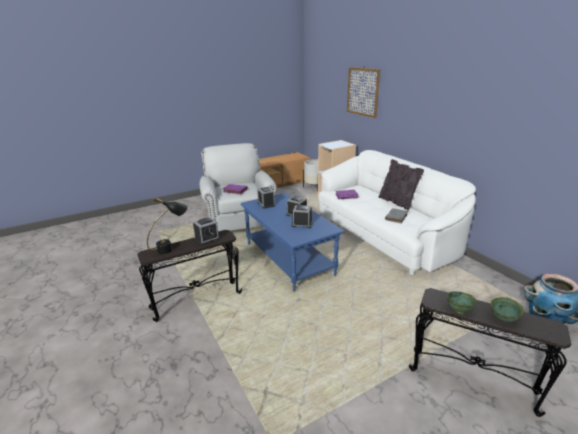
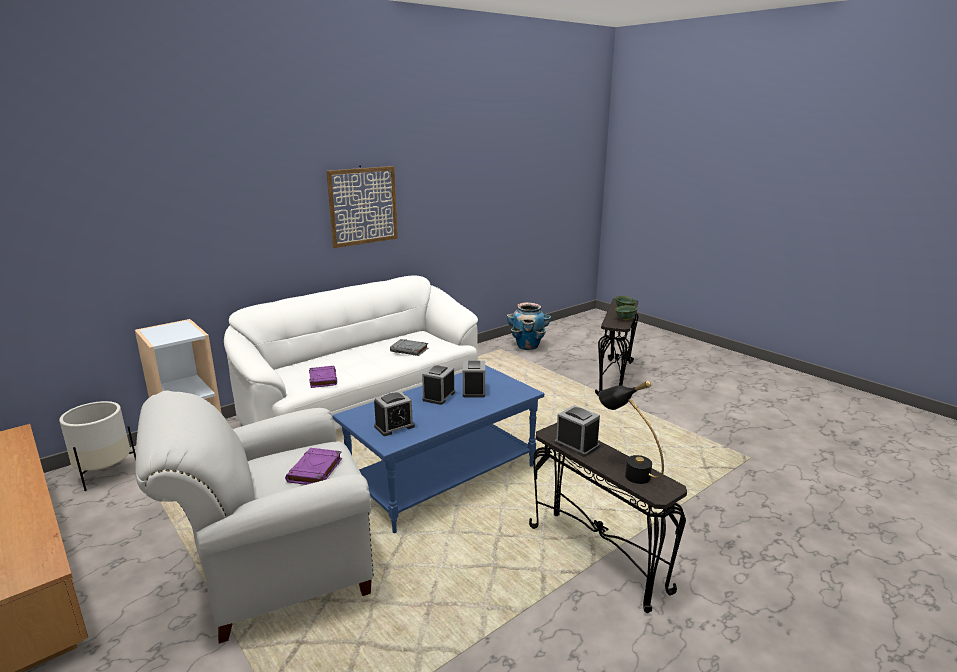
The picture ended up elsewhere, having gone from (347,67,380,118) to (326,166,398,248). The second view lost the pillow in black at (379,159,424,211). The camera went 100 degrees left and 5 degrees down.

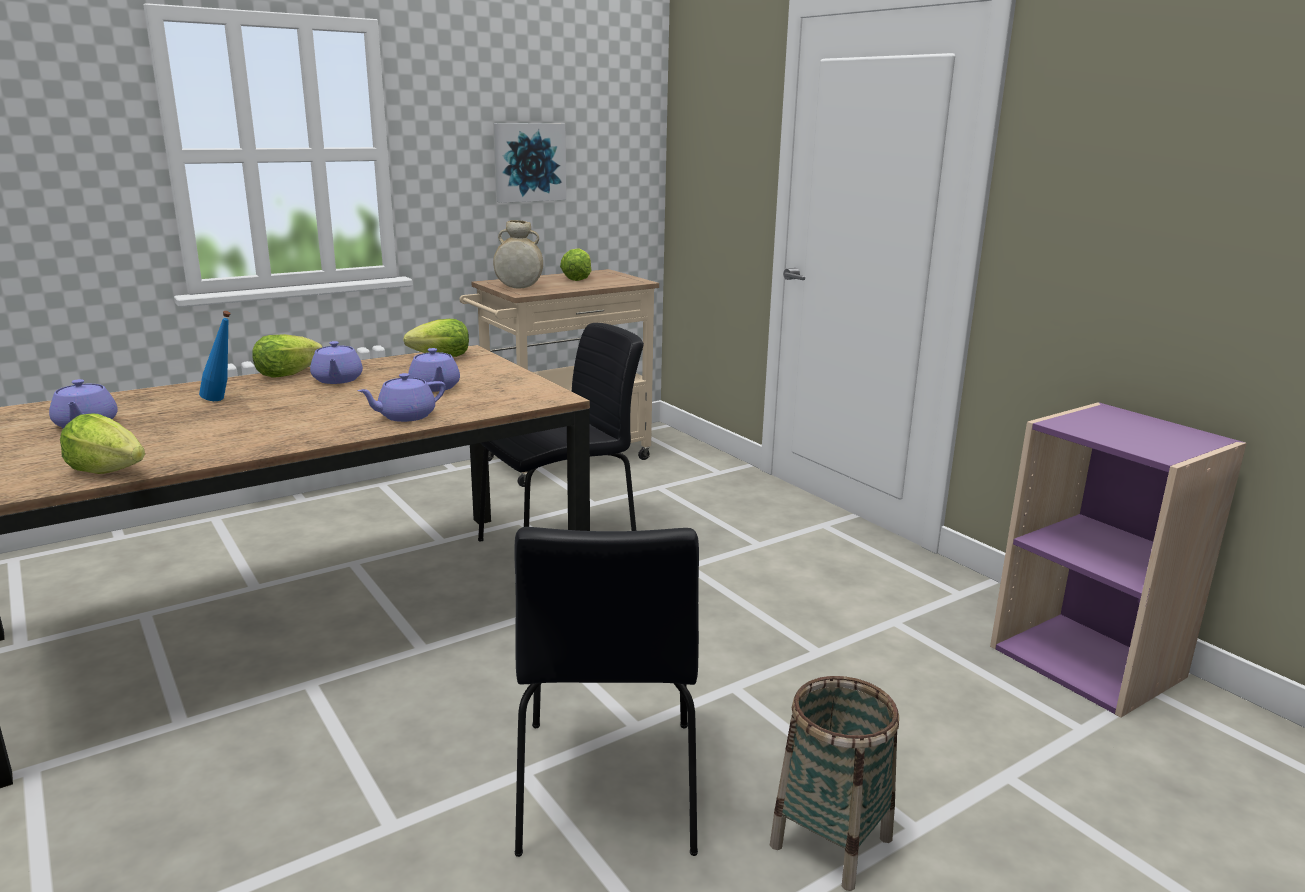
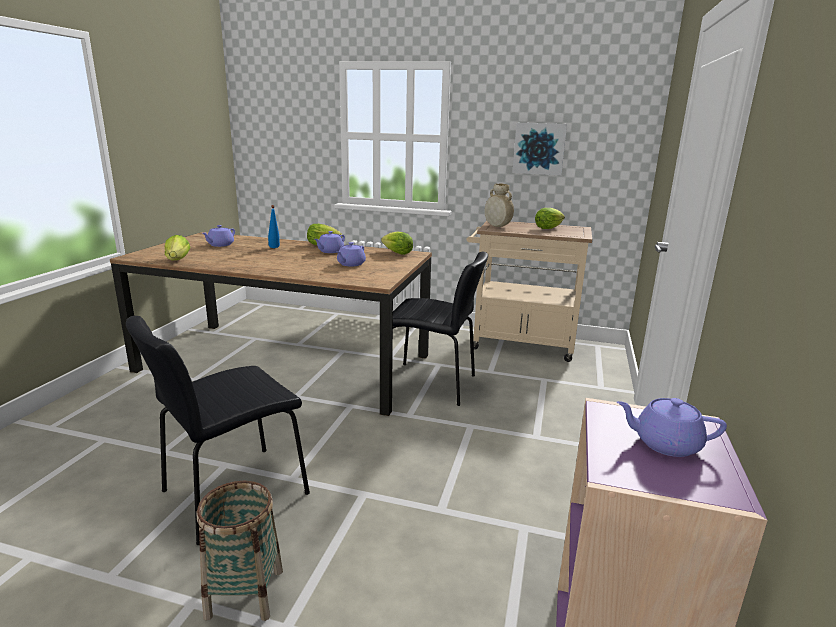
The teapot in purple ended up elsewhere, having gone from (357,373,445,422) to (617,398,727,457). The camera went 50 degrees right and 0 degrees up.

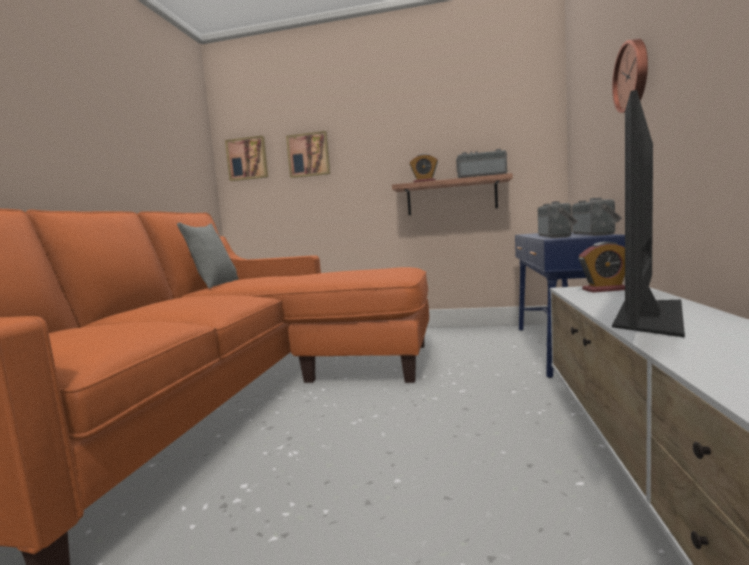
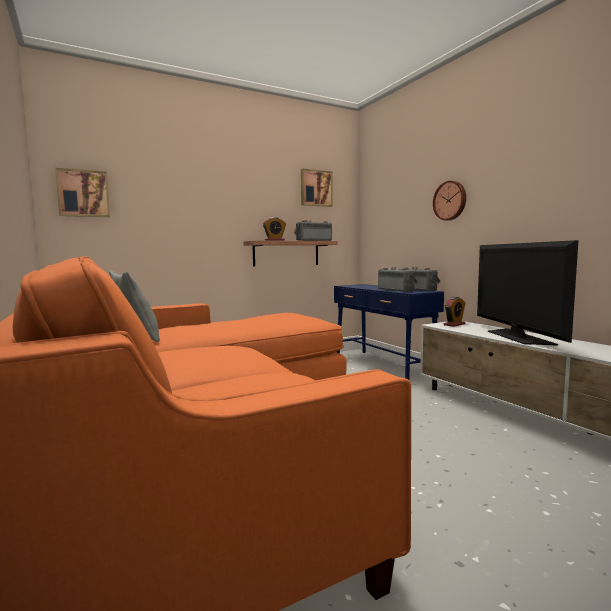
The picture ended up elsewhere, having gone from (286,131,330,178) to (301,169,333,207). The camera went 40 degrees left and 0 degrees up.

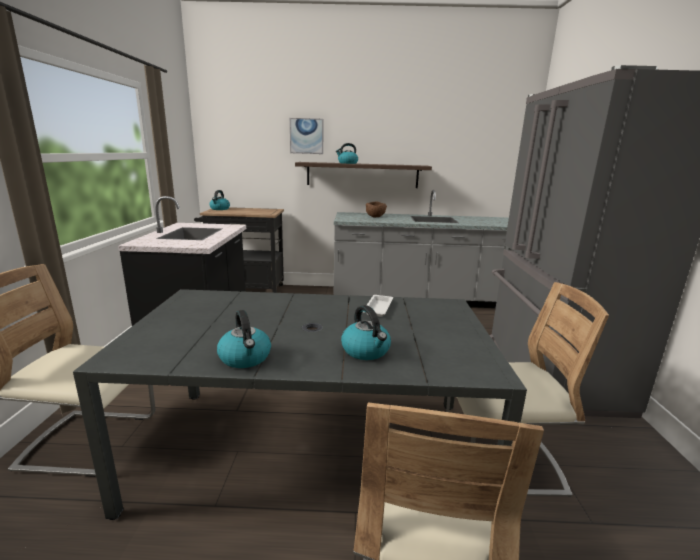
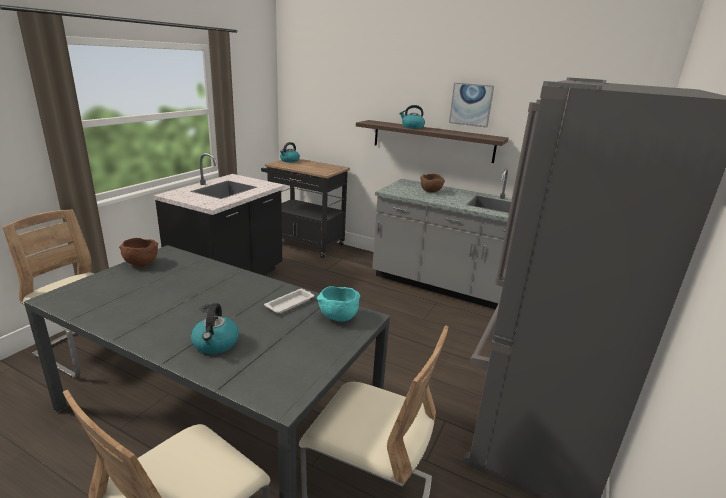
The second view gained the bowl in brown at (119,238,158,266). The second view gained the bowl in turquoise at (317,286,360,321). The picture ended up elsewhere, having gone from (290,118,323,154) to (449,82,494,128). The second view lost the kettle at (217,310,271,368). The camera went 25 degrees right and 5 degrees up.

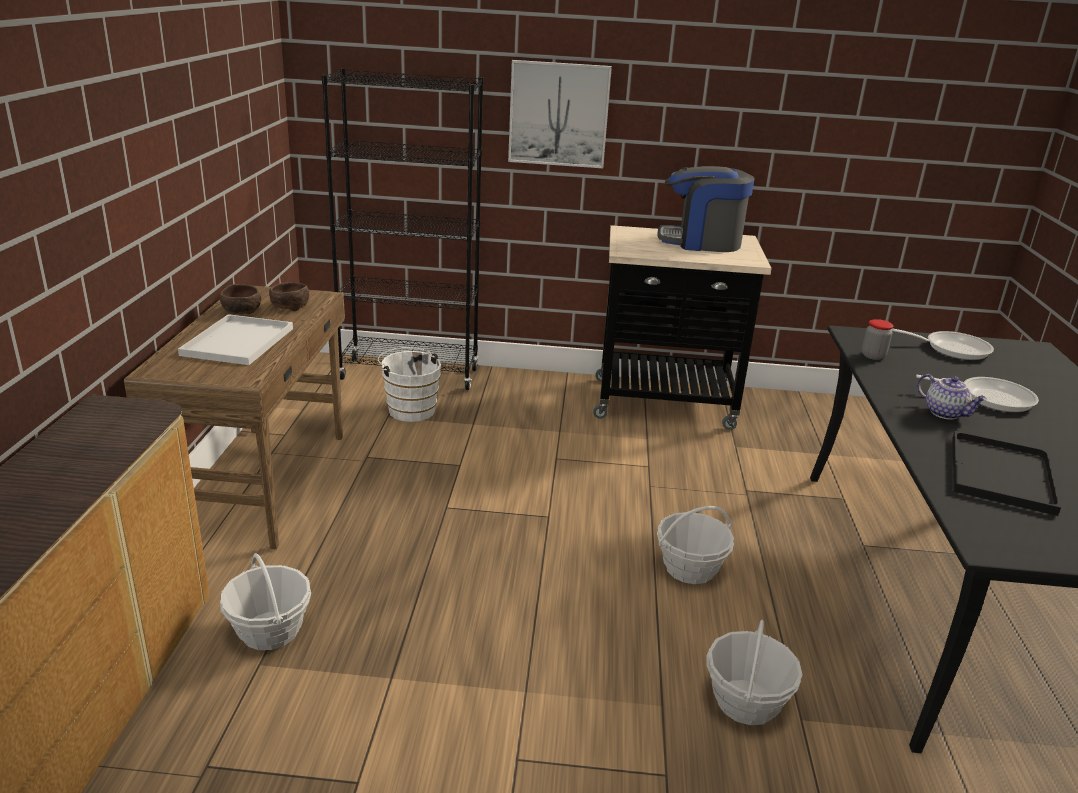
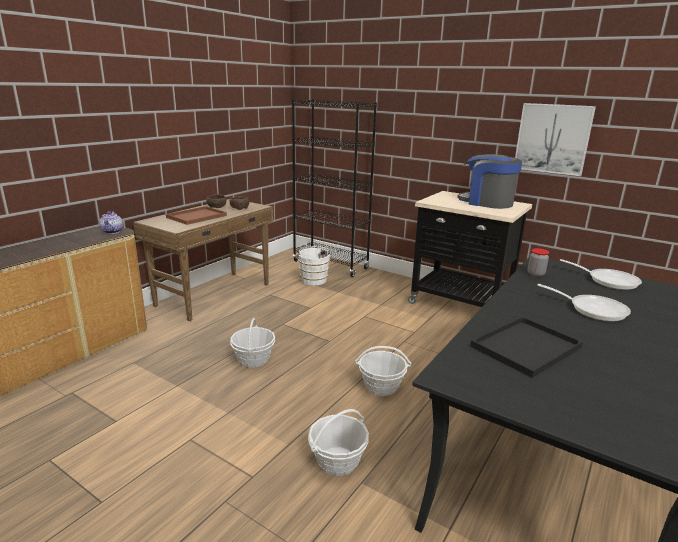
The teapot ended up elsewhere, having gone from (917,374,987,420) to (99,211,123,234). What was the tray in white at (178,314,293,365) turned into the tray in brown at (166,206,227,225). The basket ended up elsewhere, having gone from (220,553,311,650) to (230,318,275,368). The picture ended up elsewhere, having gone from (508,60,612,168) to (515,103,596,176). The camera went 30 degrees right and 5 degrees down.

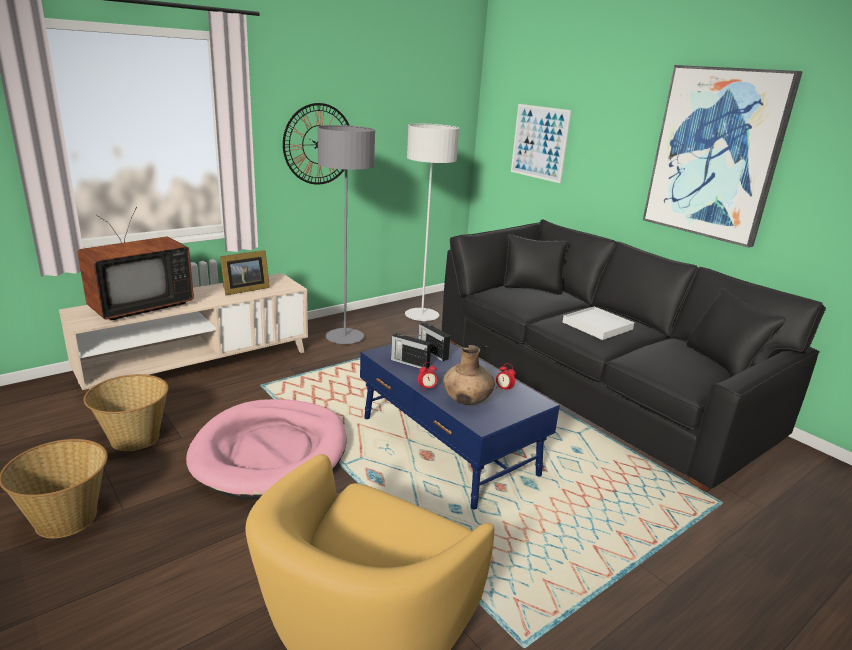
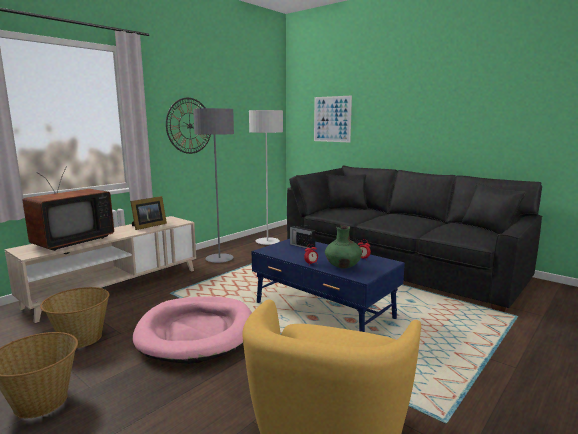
What was the vase in brown at (443,345,495,405) turned into the vase in green at (325,225,362,269). The second view lost the radio at (391,333,431,369). The second view lost the tray in white at (563,307,634,340). The second view lost the picture at (643,65,803,248). The camera went 10 degrees left and 10 degrees down.

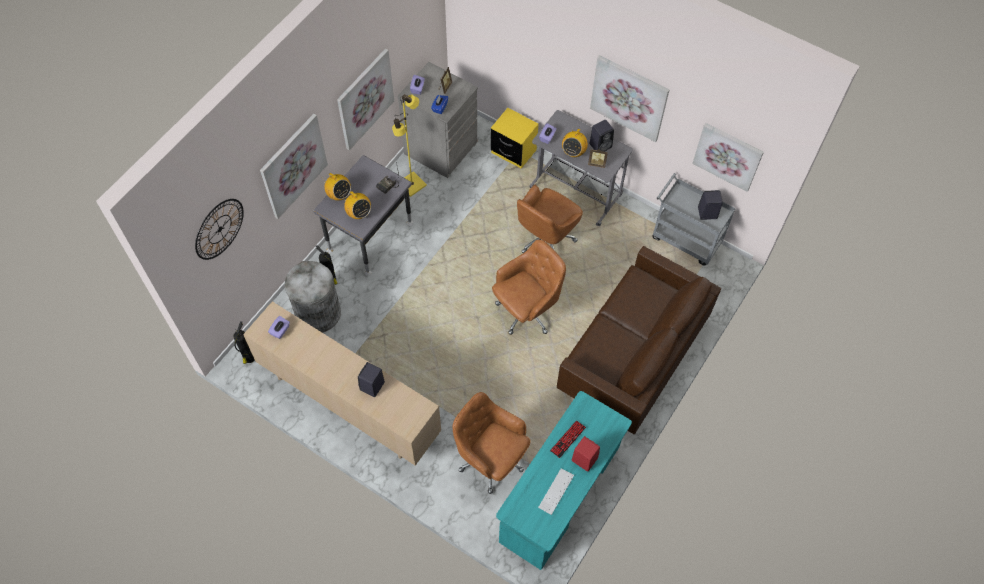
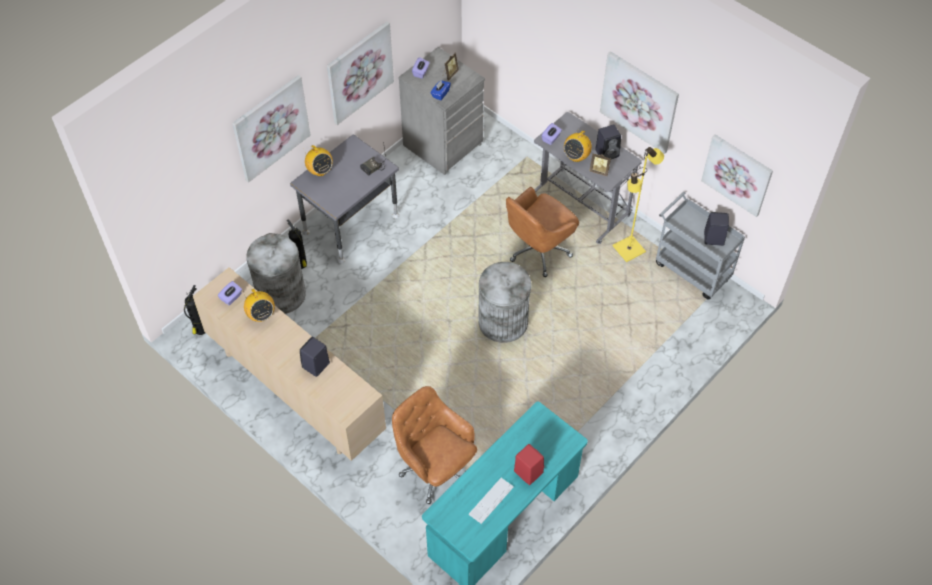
The radio ended up elsewhere, having gone from (343,191,371,219) to (243,289,275,322). Where the office chair in brown stood at (492,240,566,335), the trash can in grey came to stand at (478,262,532,343). The floor lamp in yellow ended up elsewhere, having gone from (392,94,427,197) to (613,147,664,262). The second view lost the wall clock at (195,199,244,260). The second view lost the nightstand in yellow at (491,108,539,168). The second view lost the keyboard at (550,420,586,458). The second view lost the sofa in brown at (557,246,721,434). The camera went 10 degrees right and 5 degrees down.

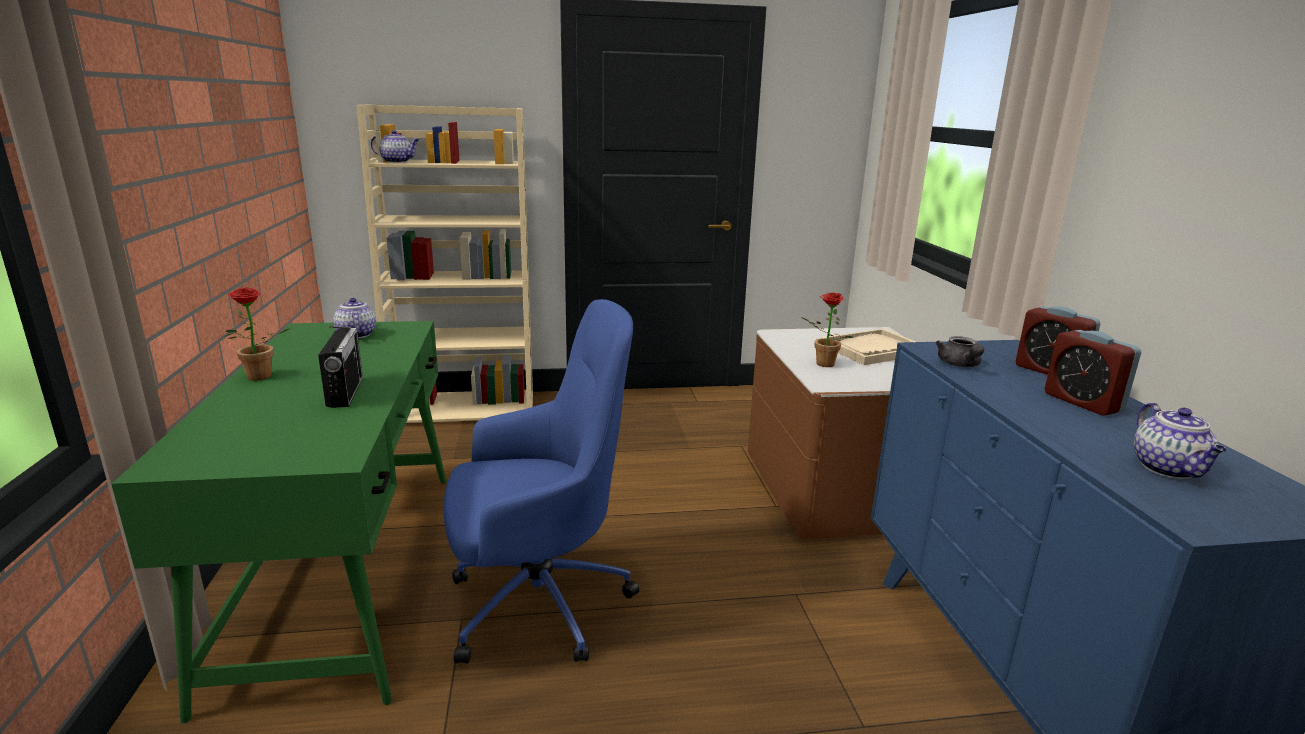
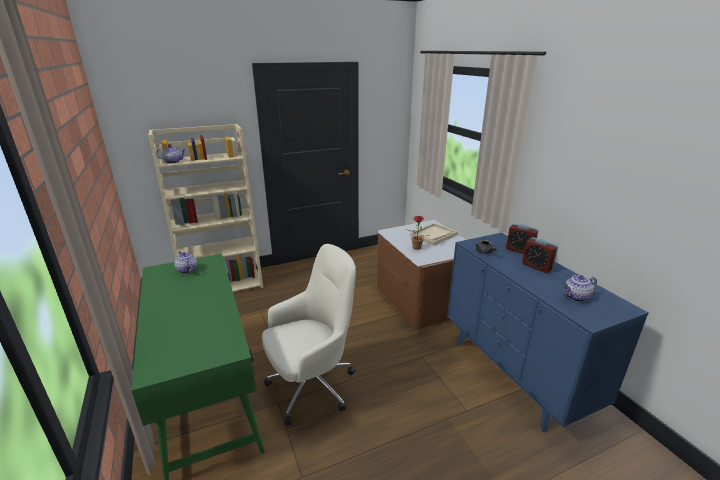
What was the office chair in blue at (444,299,639,664) turned into the office chair in beige at (262,244,356,426). The teapot at (1134,402,1227,479) ended up facing another way, 90 degrees clockwise from before. The second view lost the potted plant at (224,287,289,381). The second view lost the radio at (318,326,363,408). The camera went 15 degrees left and 5 degrees up.

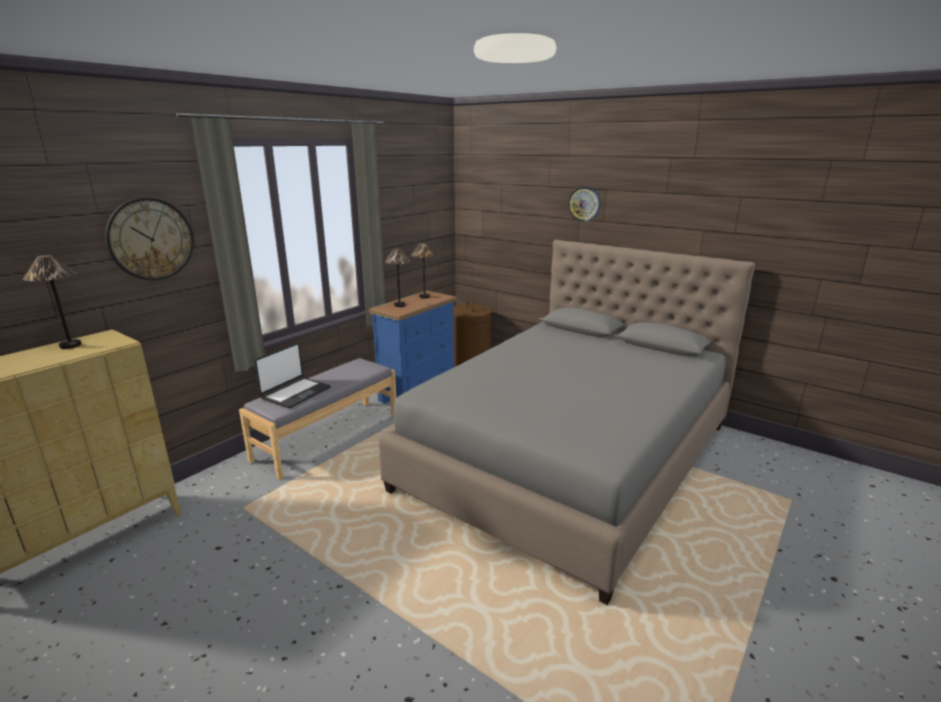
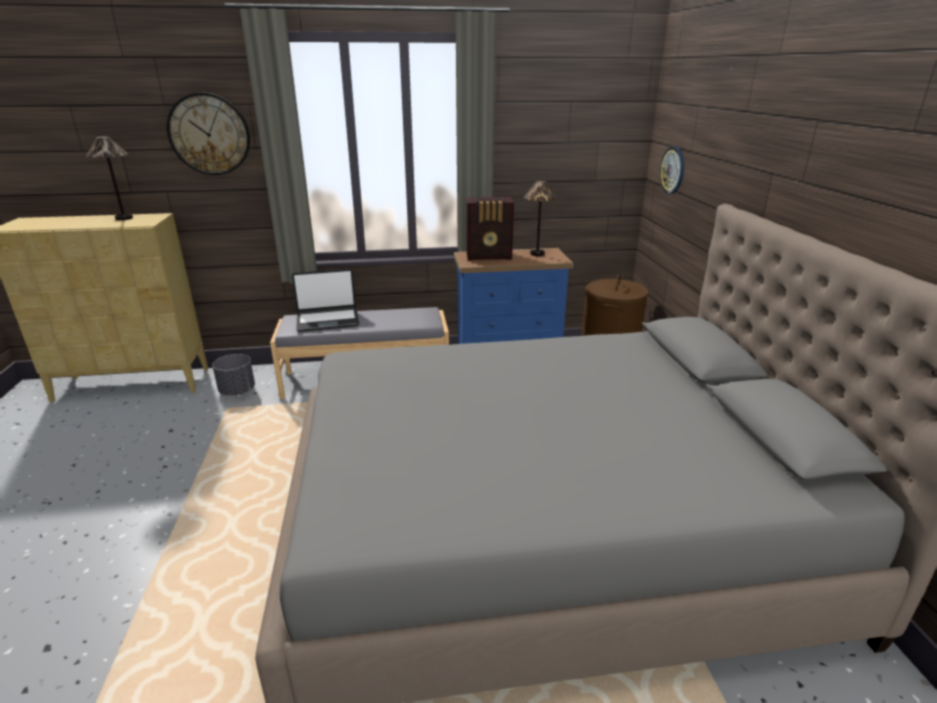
The second view gained the planter in grey at (212,354,255,395). Where the table lamp stood at (384,249,411,307), the radio came to stand at (466,197,514,261). The wall clock ended up elsewhere, having gone from (568,186,600,222) to (659,146,684,194). The camera went 45 degrees right and 5 degrees up.

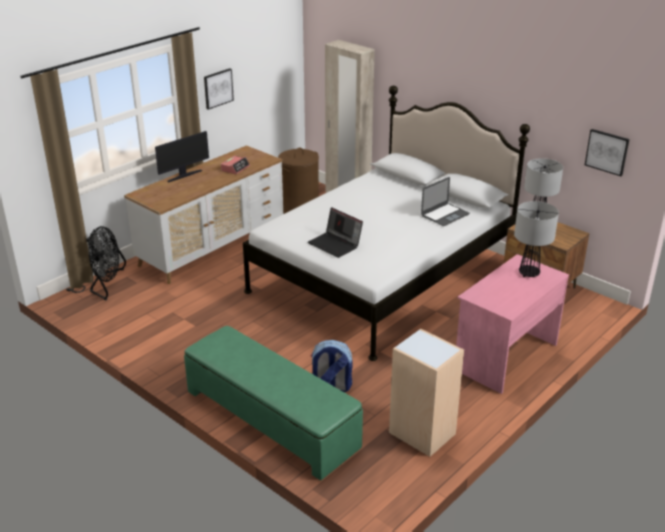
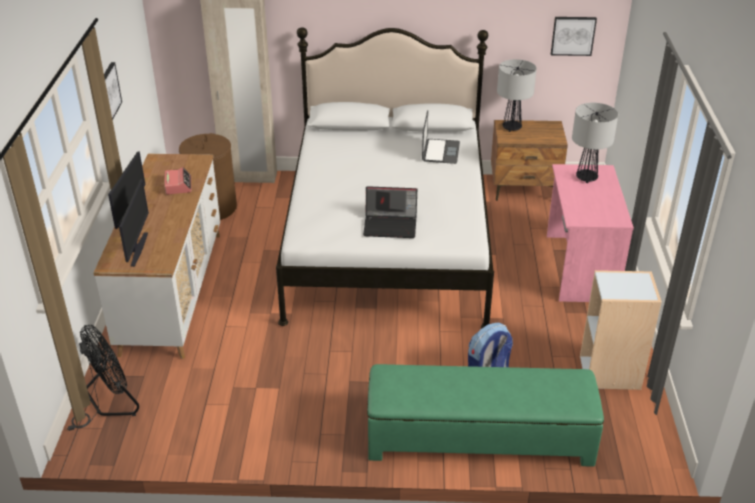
The second view gained the monitor at (119,179,149,267). The camera went 40 degrees left and 5 degrees up.

